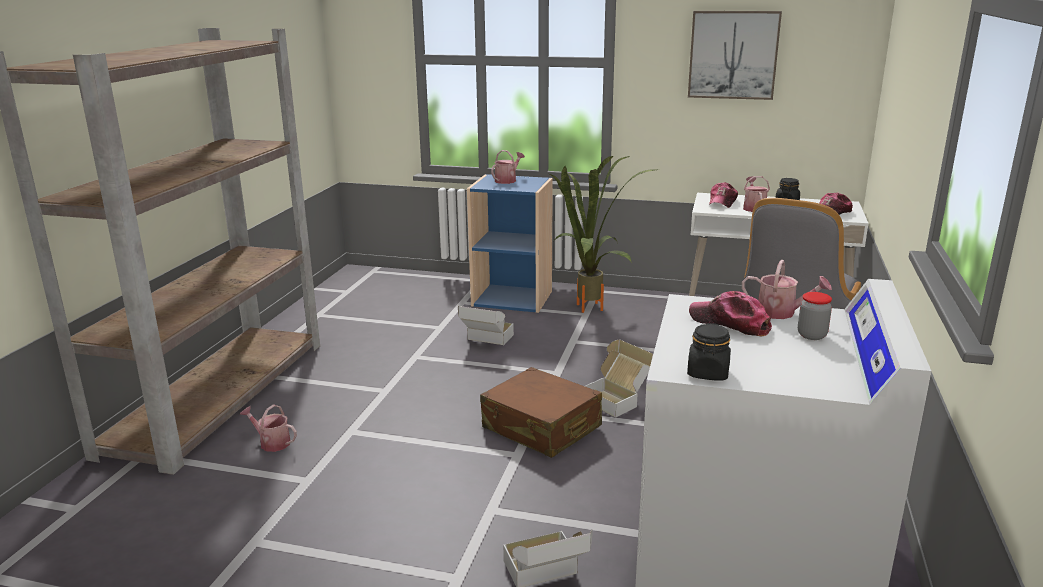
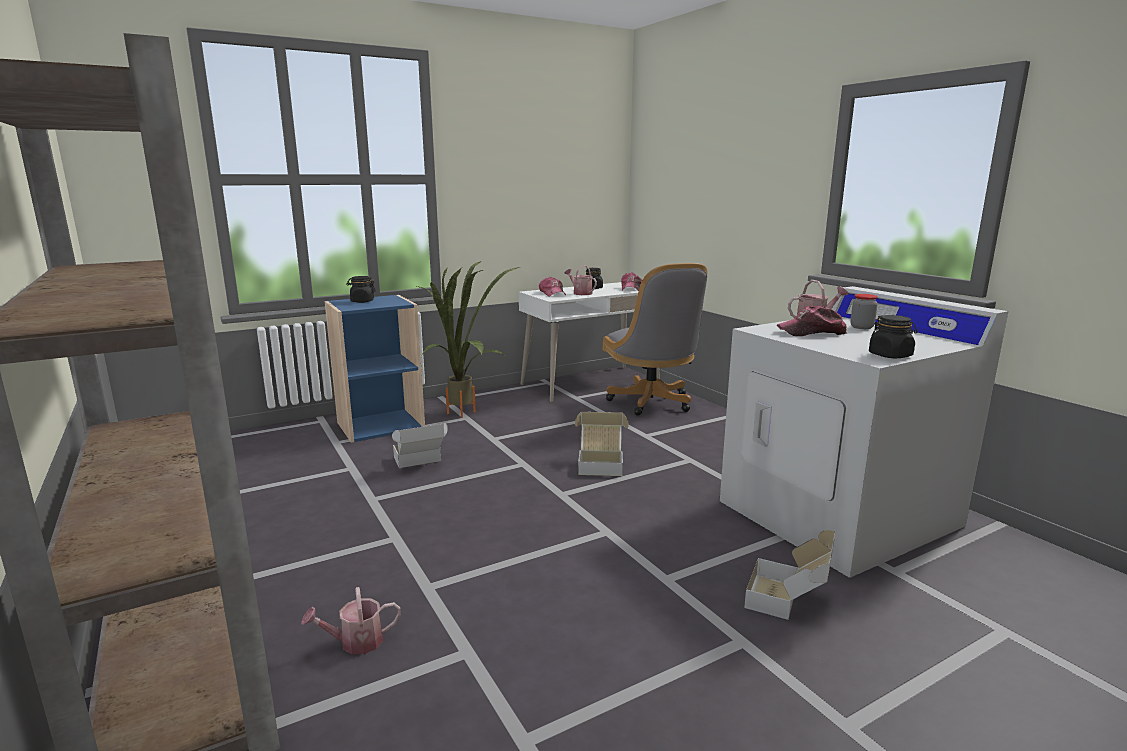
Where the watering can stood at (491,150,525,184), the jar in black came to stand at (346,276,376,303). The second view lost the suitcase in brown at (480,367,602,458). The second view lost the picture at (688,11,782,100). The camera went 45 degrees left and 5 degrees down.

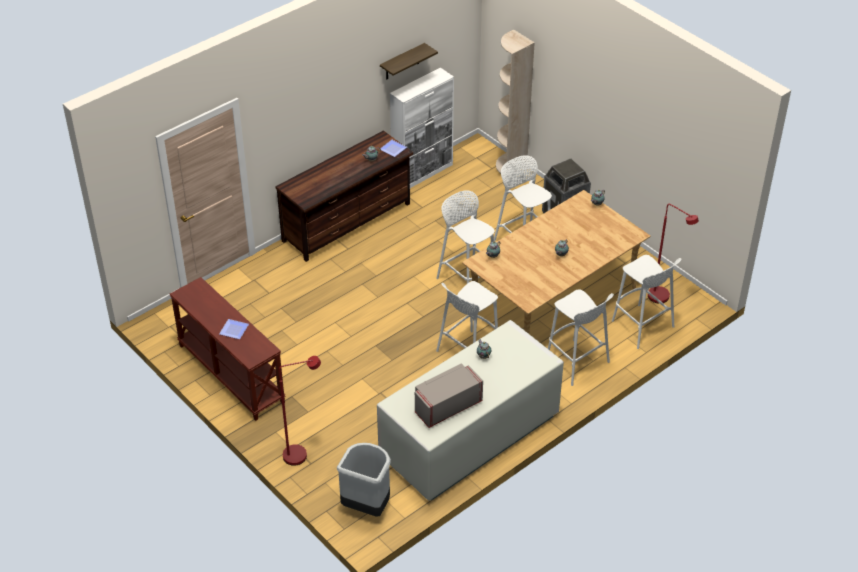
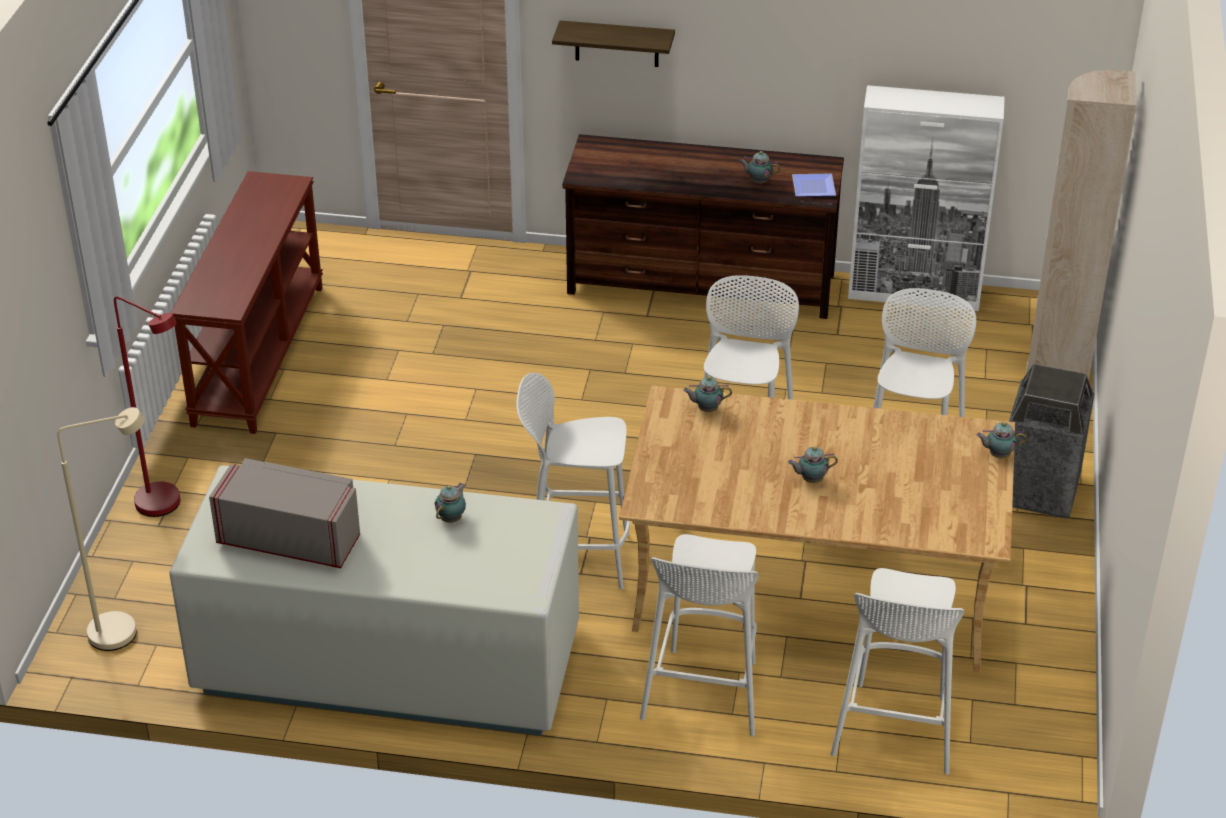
Where the trash can in grey stood at (337,443,391,517), the floor lamp in beige came to stand at (57,407,145,651). The shelf ended up elsewhere, having gone from (380,43,438,80) to (552,20,675,67). The second view lost the plate at (219,319,249,339). The second view lost the floor lamp in red at (648,204,699,304). The camera went 50 degrees right and 5 degrees down.

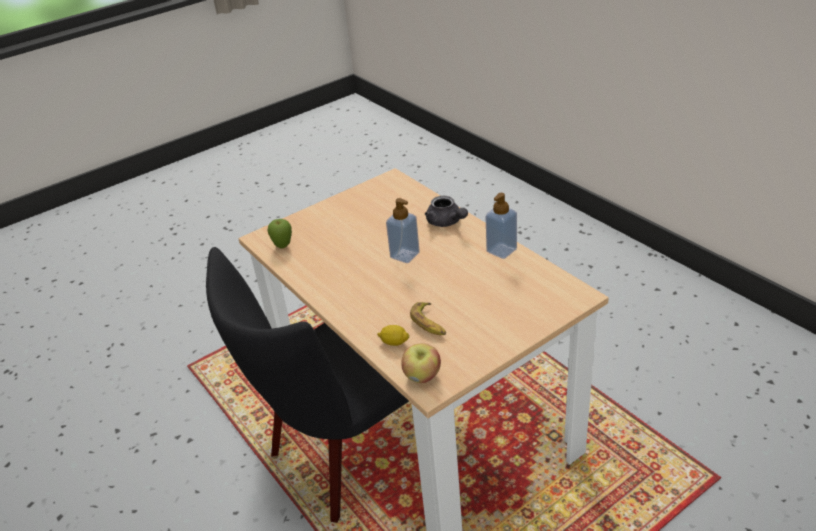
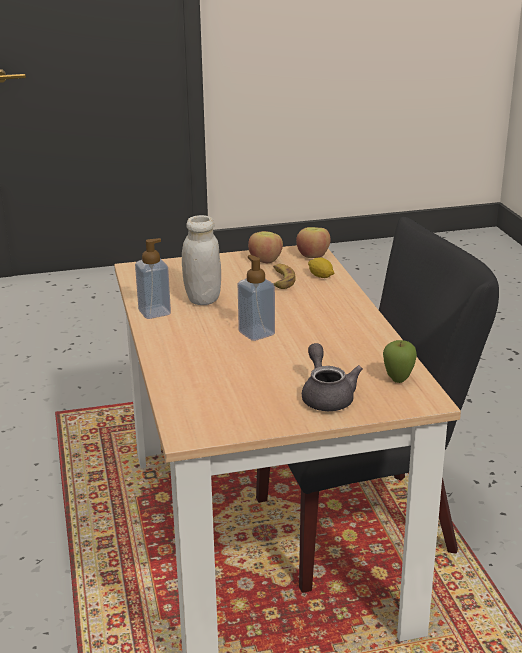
The second view gained the jar in white at (182,215,221,305). The second view gained the apple at (248,231,283,263). The teapot in grey ended up elsewhere, having gone from (425,196,468,227) to (302,343,363,411). The camera went 160 degrees left and 10 degrees down.

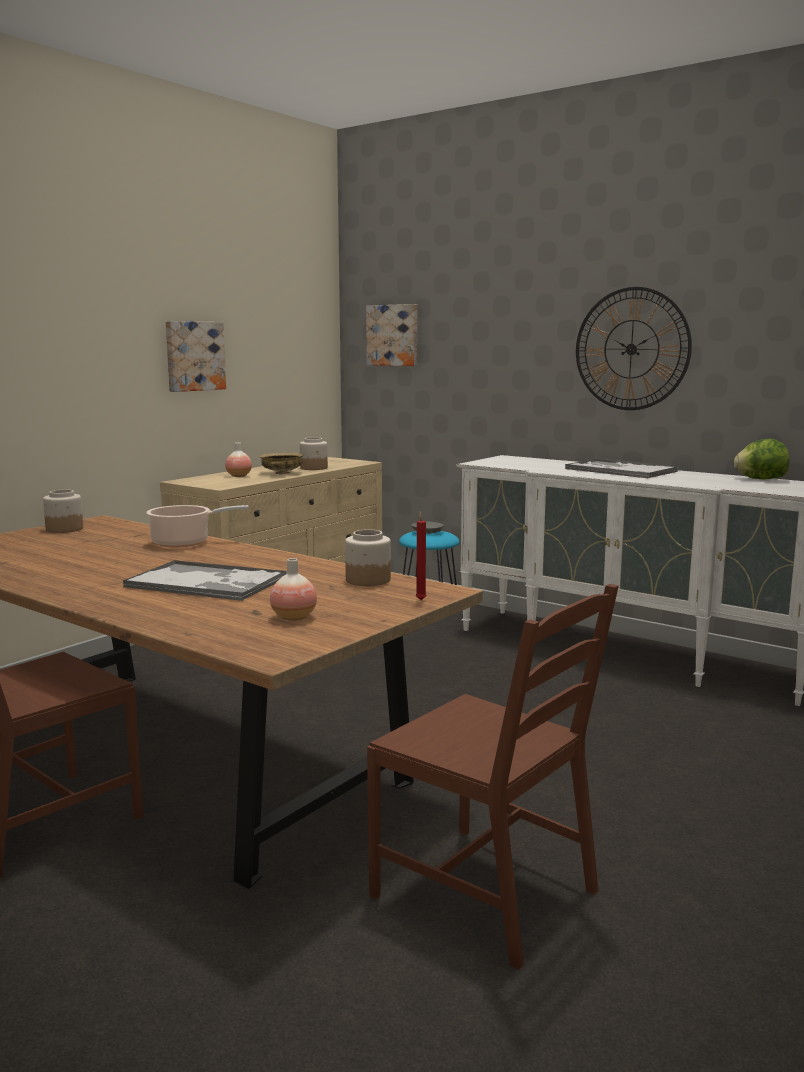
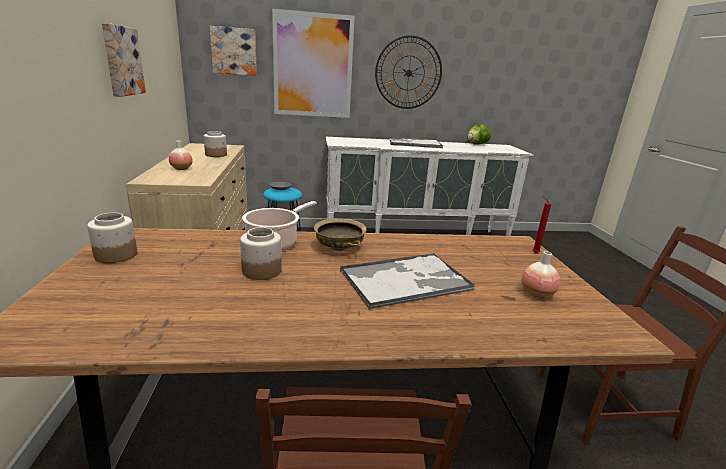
The jar ended up elsewhere, having gone from (345,530,391,586) to (240,227,282,280). The second view gained the picture at (272,9,355,118). The bowl in beige ended up elsewhere, having gone from (259,452,304,474) to (314,218,367,251). The camera went 45 degrees left and 10 degrees up.

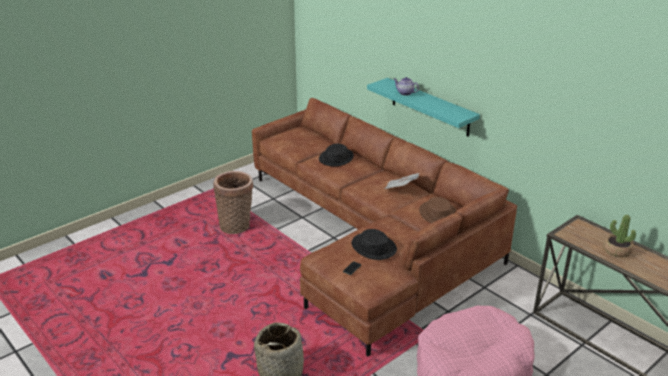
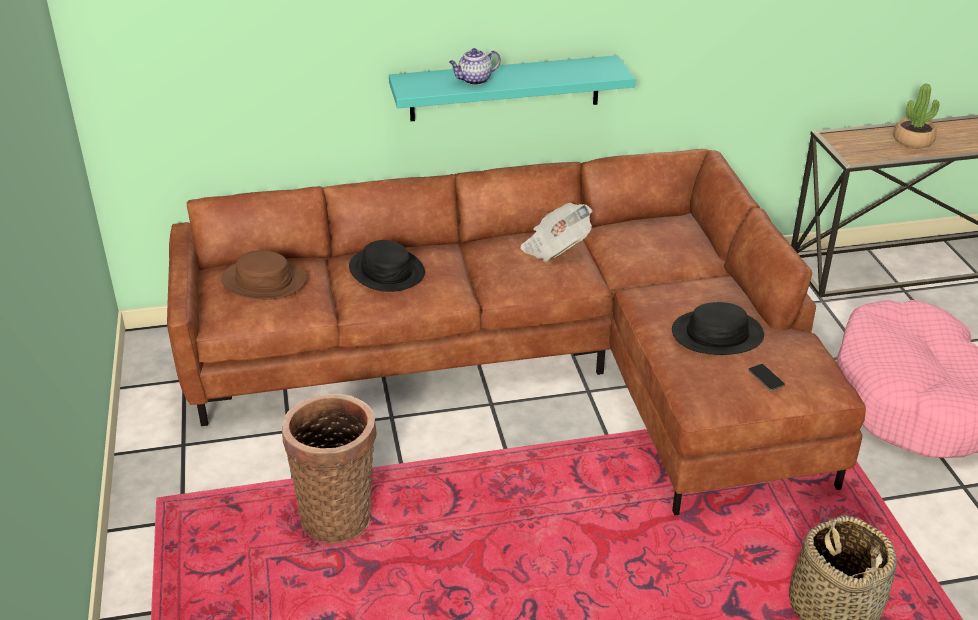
The hat in brown ended up elsewhere, having gone from (419,197,457,223) to (221,250,306,299). The camera went 60 degrees left and 5 degrees up.

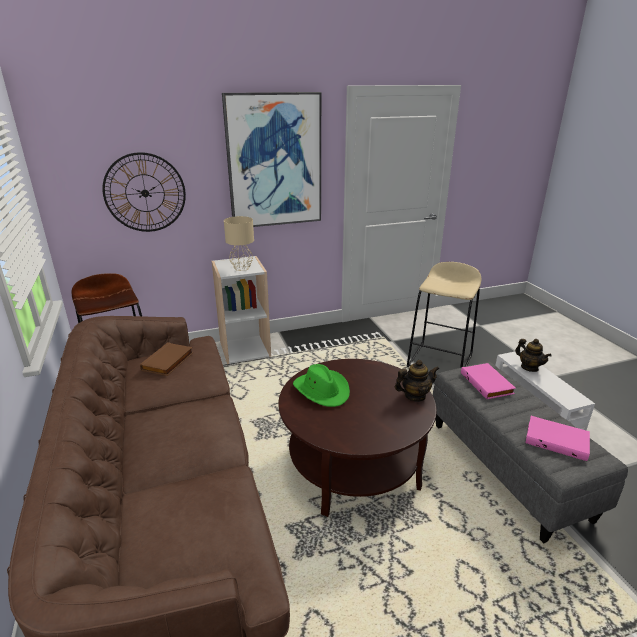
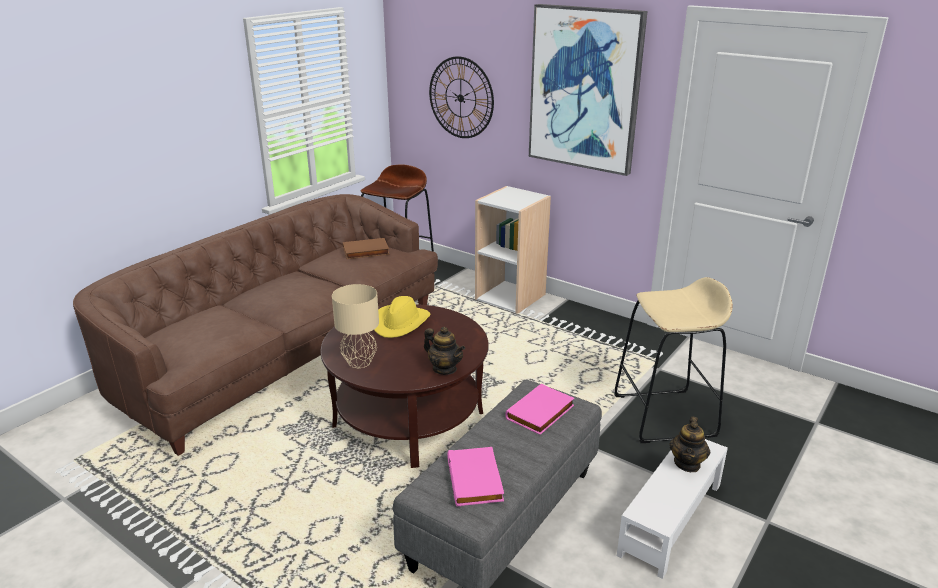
The table lamp in beige ended up elsewhere, having gone from (224,216,254,271) to (332,284,379,368). What was the hat in green at (293,364,350,407) turned into the hat in yellow at (374,296,431,338). The camera went 55 degrees right and 0 degrees up.

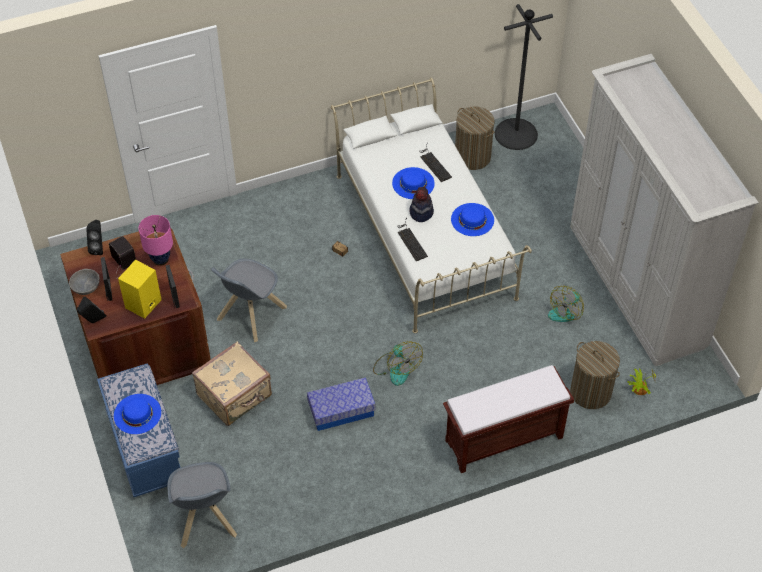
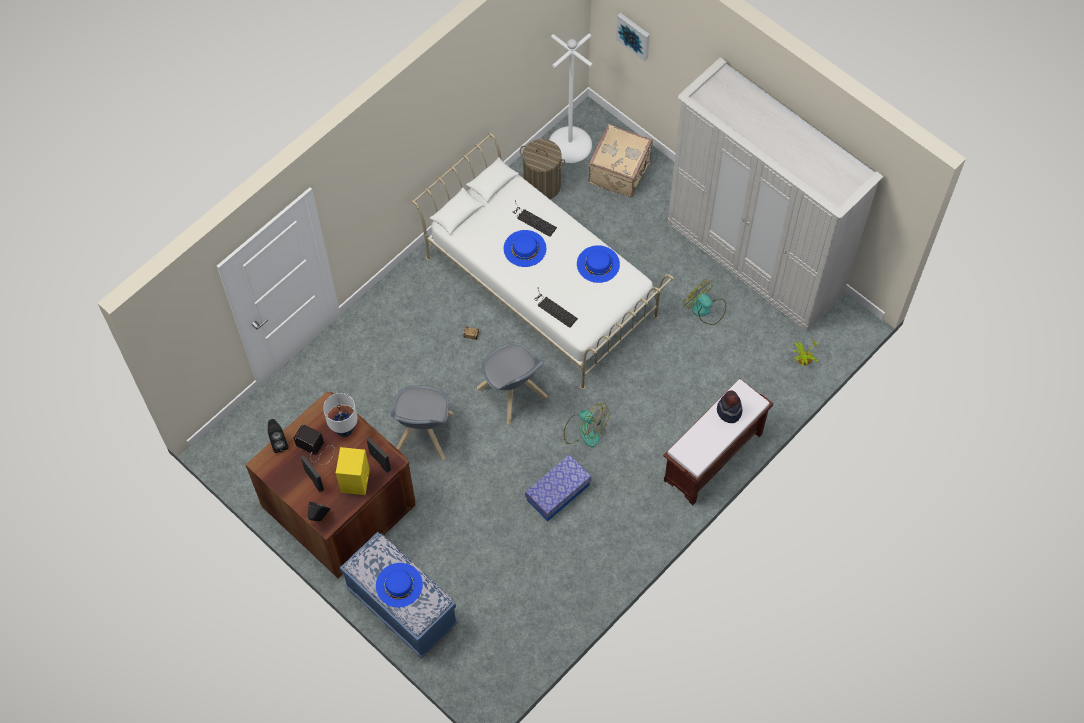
What was the table lamp in pink at (139,215,173,266) turned into the table lamp in white at (323,393,358,437). The chair in grey ended up elsewhere, having gone from (167,462,237,548) to (477,343,547,425). What was the clothes rack in black at (495,4,553,150) turned into the clothes rack in white at (549,33,593,163). The suitcase in beige ended up elsewhere, having gone from (192,341,272,426) to (588,124,653,197). The second view gained the picture at (616,13,650,61). The fan at (548,286,584,322) ended up facing another way, 120 degrees clockwise from before. The hat ended up elsewhere, having gone from (409,187,434,222) to (717,390,742,423). The second view lost the bowl in grey at (69,269,100,295). The second view lost the laundry basket at (570,341,620,409). The camera went 25 degrees left and 10 degrees up.

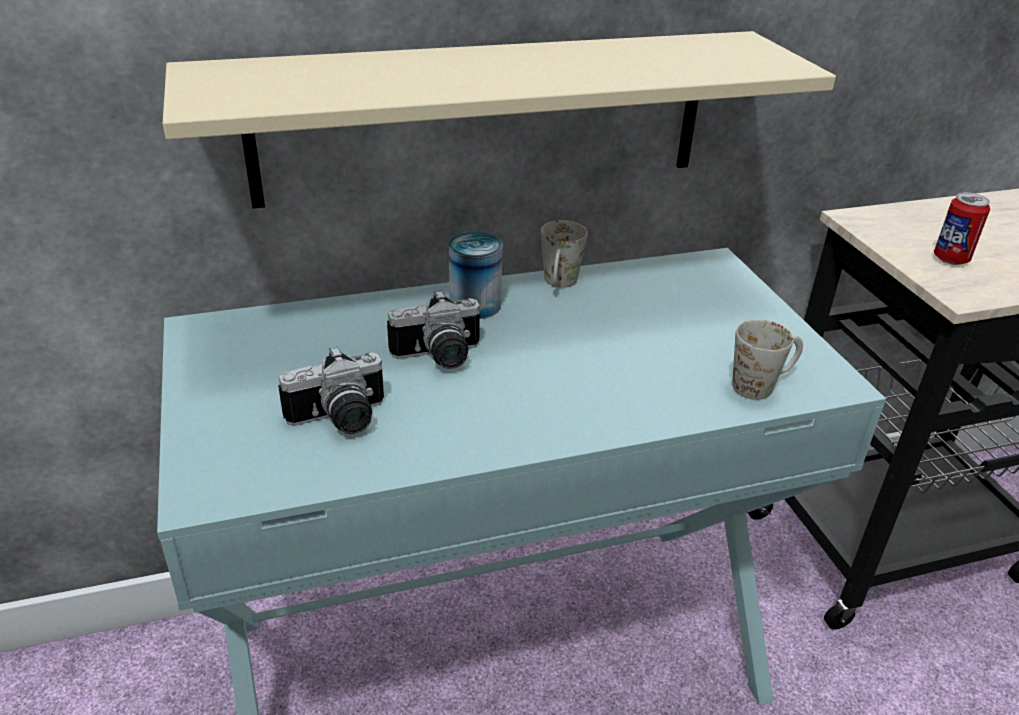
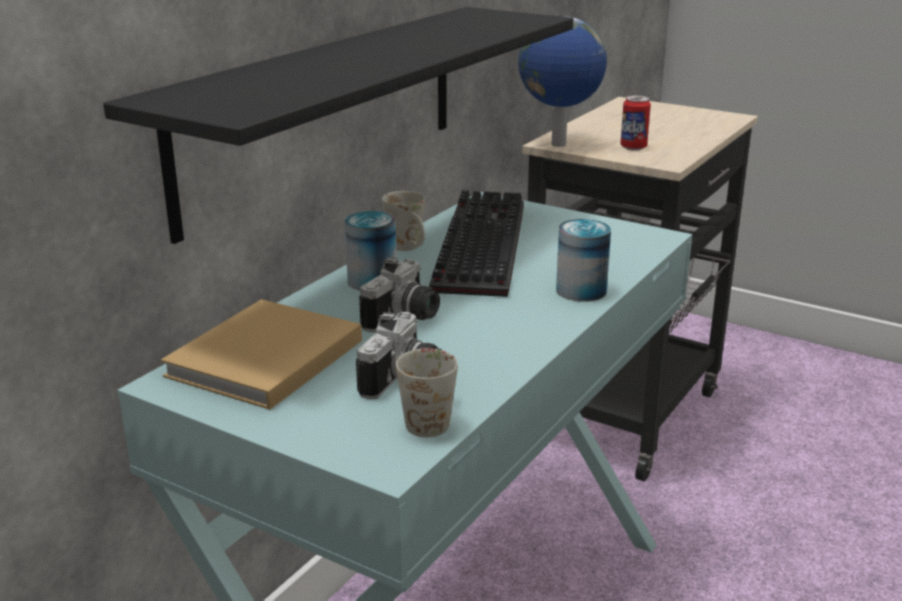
What was the shelf in beige at (163,31,836,209) turned into the shelf in black at (103,7,573,244). The second view gained the book in beige at (161,299,362,410). The mug in white ended up elsewhere, having gone from (732,319,803,400) to (396,349,458,437). The second view gained the keyboard at (429,190,524,297). The second view gained the globe at (518,16,607,147). The second view gained the can at (556,219,611,302). The camera went 40 degrees left and 10 degrees down.

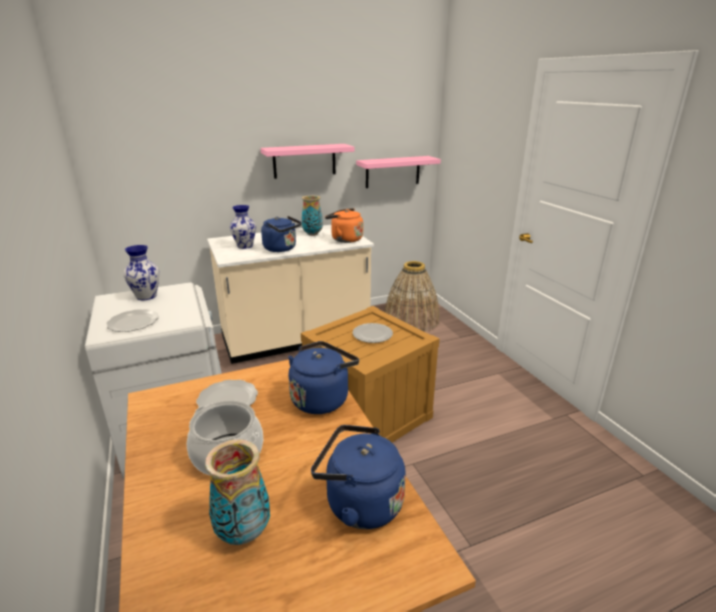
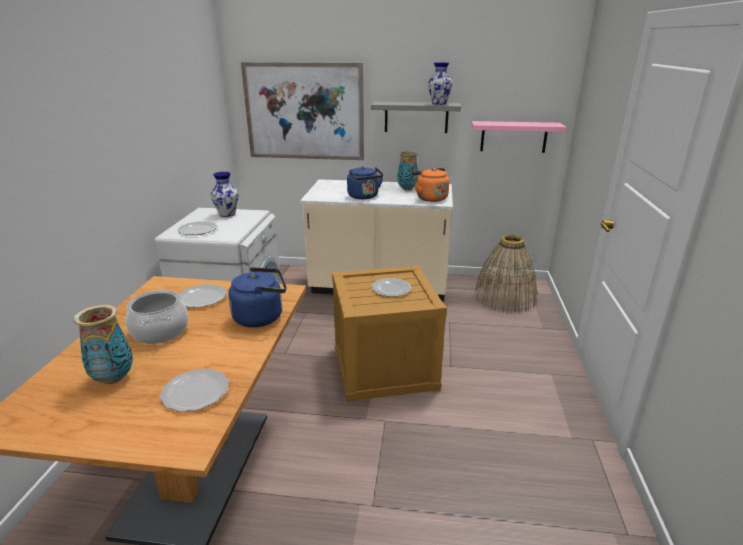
Where the kettle in blue stood at (311,425,406,529), the plate came to stand at (160,369,229,412). The second view gained the picture at (241,62,364,160). What was the shelf in pink at (261,144,354,179) turned into the shelf in grey at (371,102,461,133). The vase ended up elsewhere, having gone from (230,205,256,249) to (428,62,453,105). The camera went 30 degrees right and 0 degrees up.

